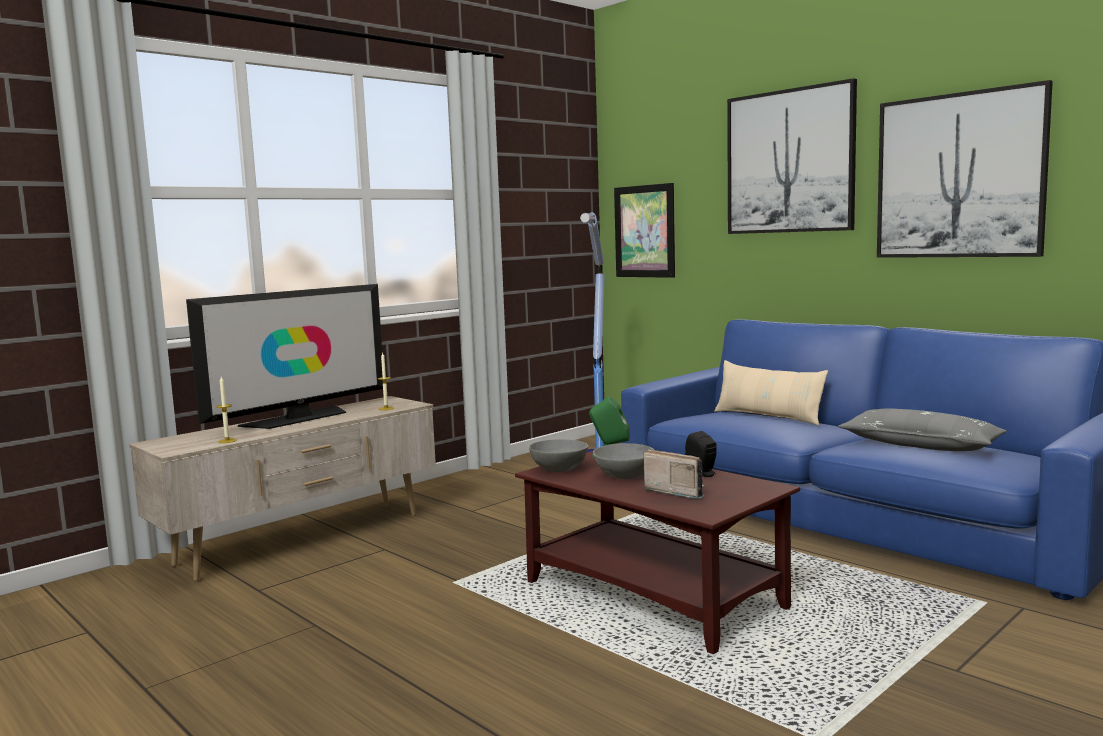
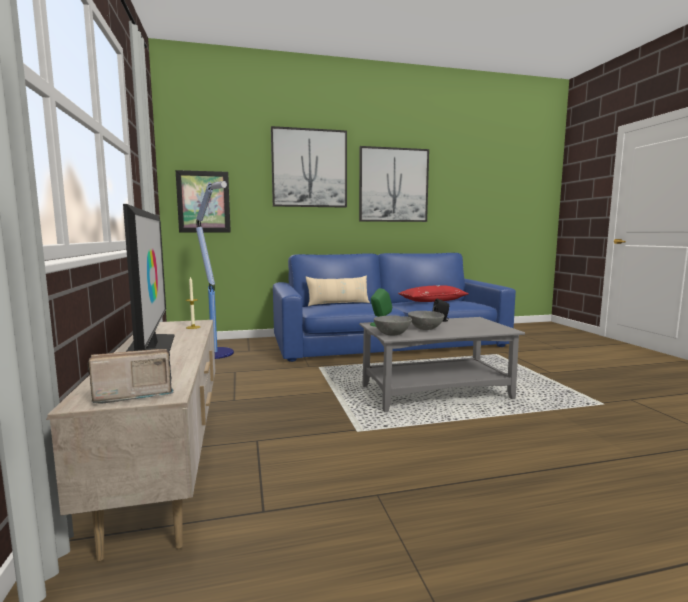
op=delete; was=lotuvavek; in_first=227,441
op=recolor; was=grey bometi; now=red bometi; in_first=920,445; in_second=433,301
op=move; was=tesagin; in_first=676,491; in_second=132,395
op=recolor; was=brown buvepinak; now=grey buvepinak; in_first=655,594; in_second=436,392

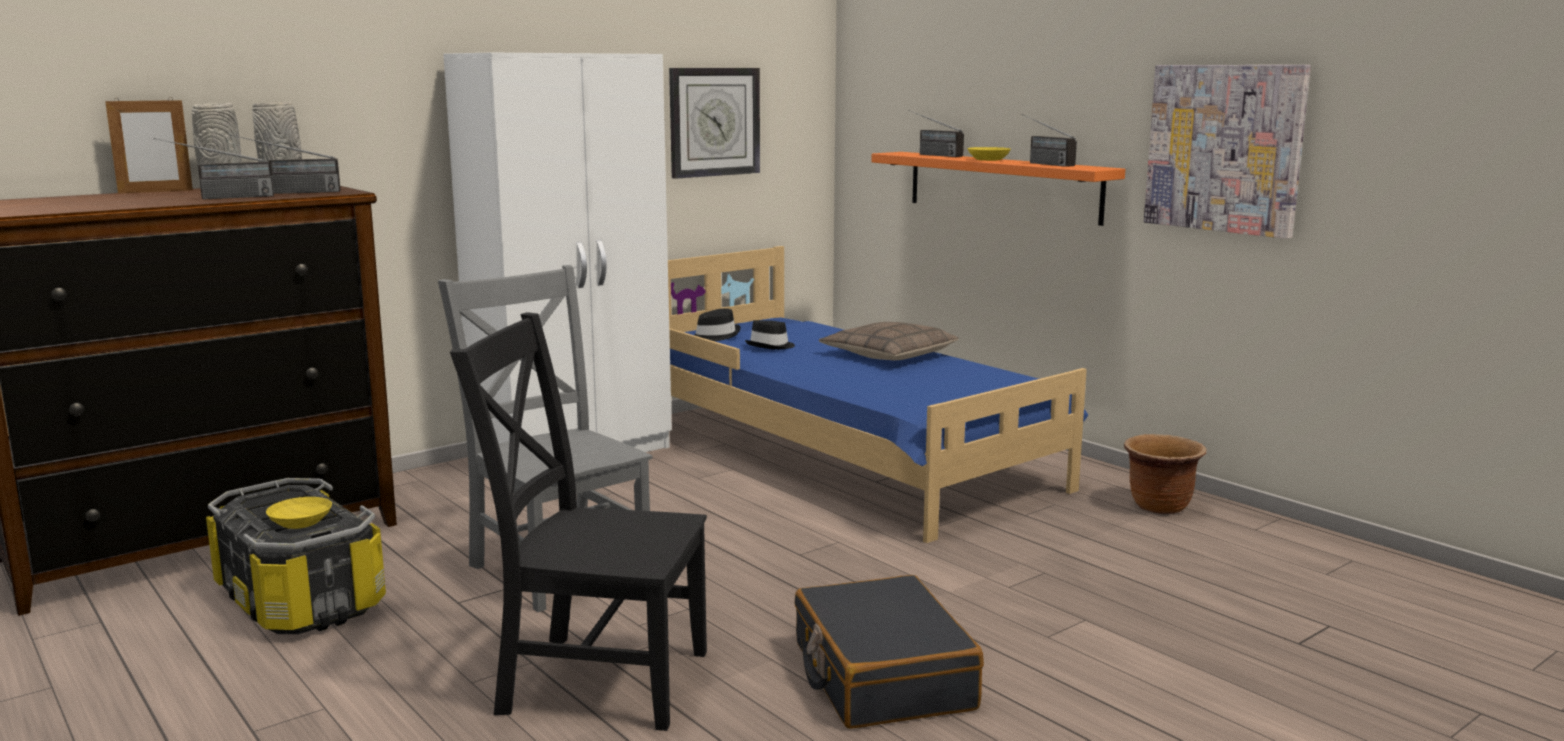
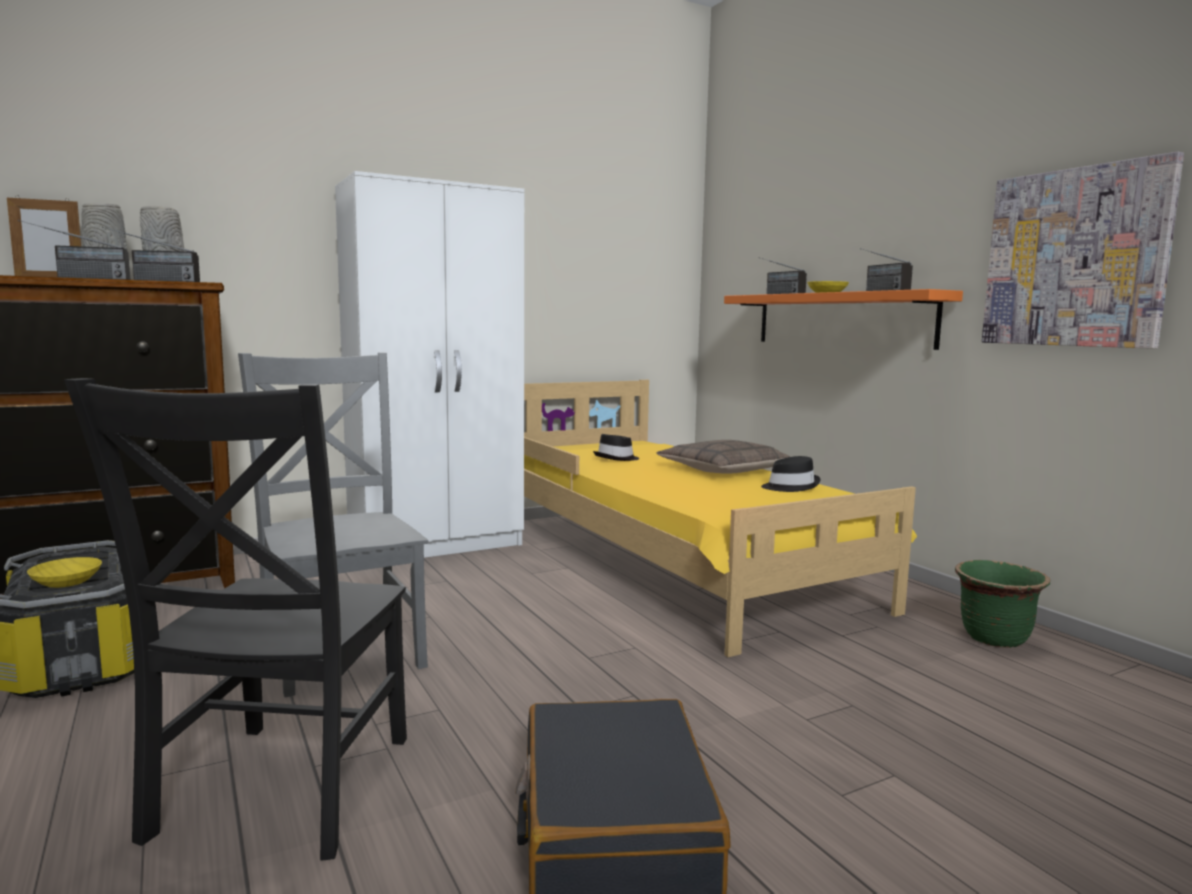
op=delete; was=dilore; in_first=714,122
op=recolor; was=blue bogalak; now=yellow bogalak; in_first=844,454; in_second=677,561
op=move; was=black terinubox; in_first=715,336; in_second=790,486
op=rotate; was=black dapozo; in_first=596,680; in_second=278,792; clockwise=-105
op=recolor; was=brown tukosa; now=green tukosa; in_first=1160,506; in_second=995,638

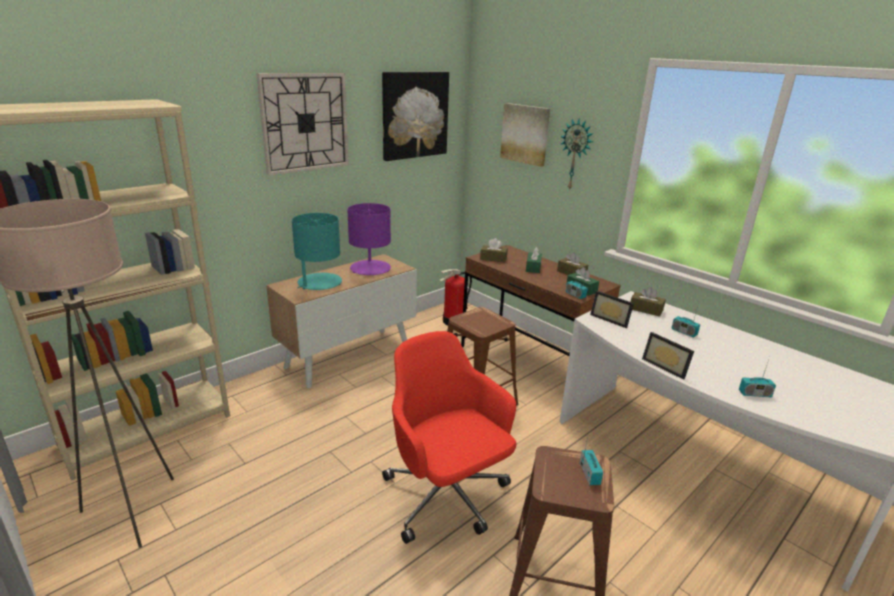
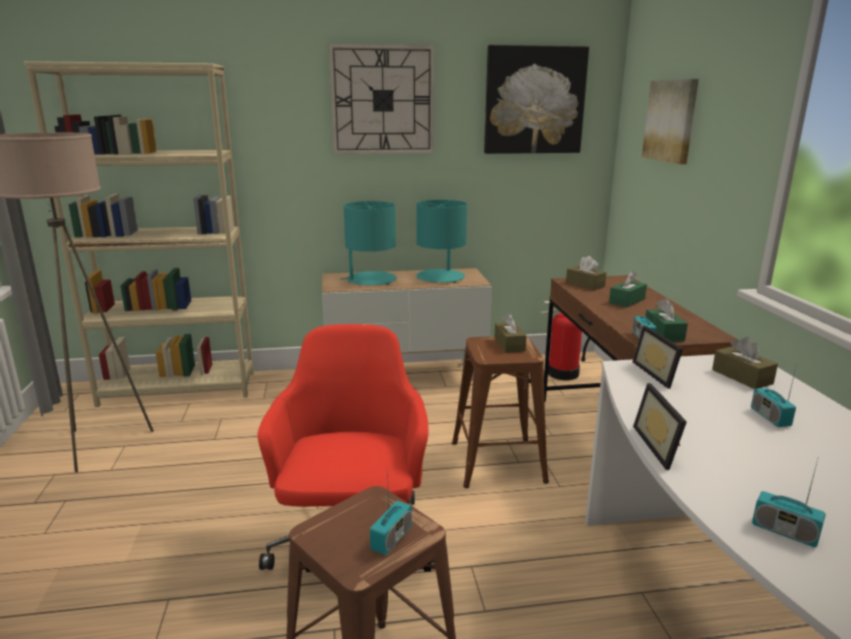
op=delete; was=dilore; in_first=576,154
op=recolor; was=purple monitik; now=turquoise monitik; in_first=370,268; in_second=440,277
op=move; was=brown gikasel; in_first=571,273; in_second=509,344

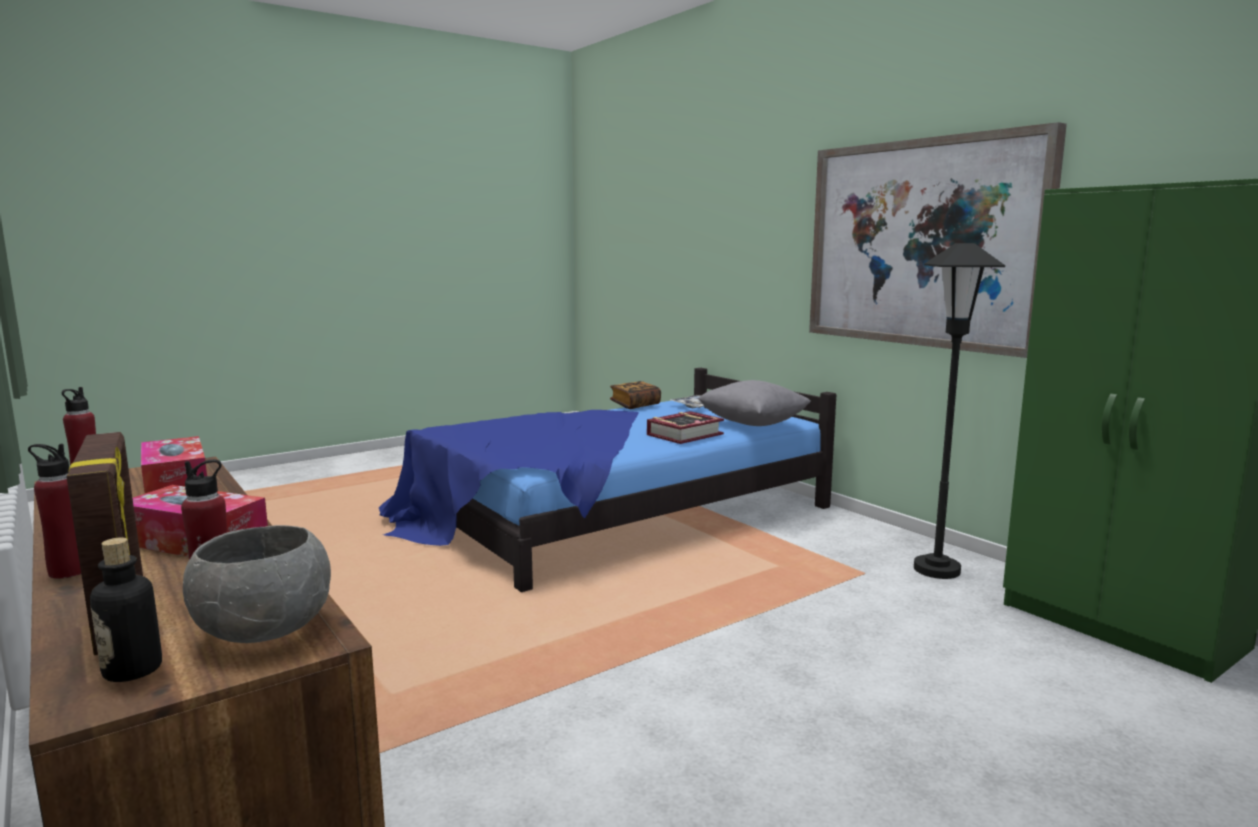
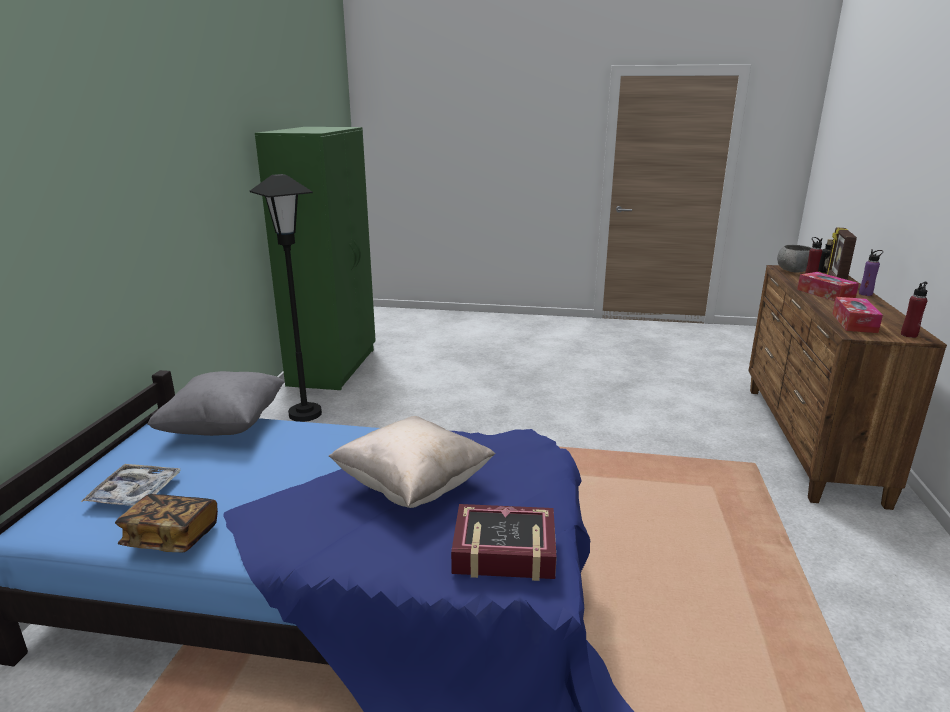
op=delete; was=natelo; in_first=922,243
op=move; was=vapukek; in_first=684,434; in_second=504,551
op=recolor; was=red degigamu; now=purple degigamu; in_first=69,571; in_second=865,294
op=insert; now=beige bometi; in_second=413,486

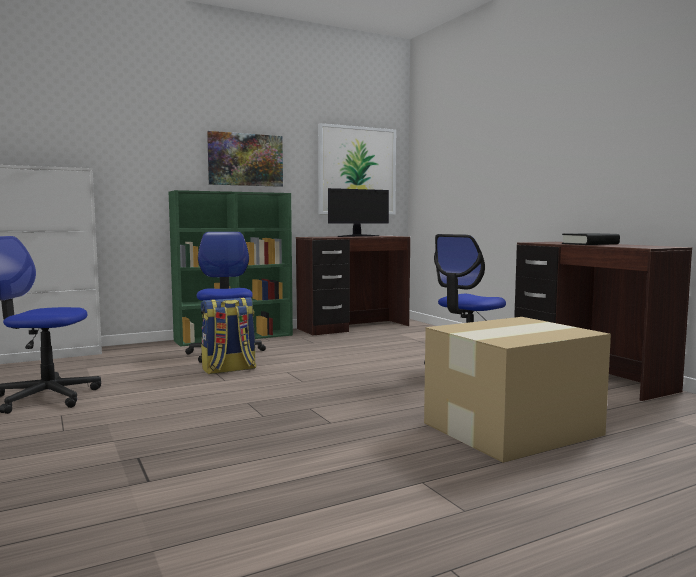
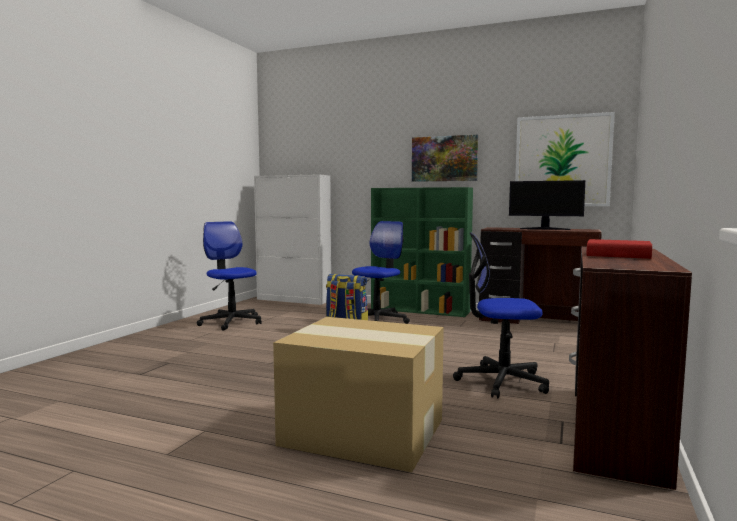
op=recolor; was=black vapukek; now=red vapukek; in_first=590,244; in_second=618,255

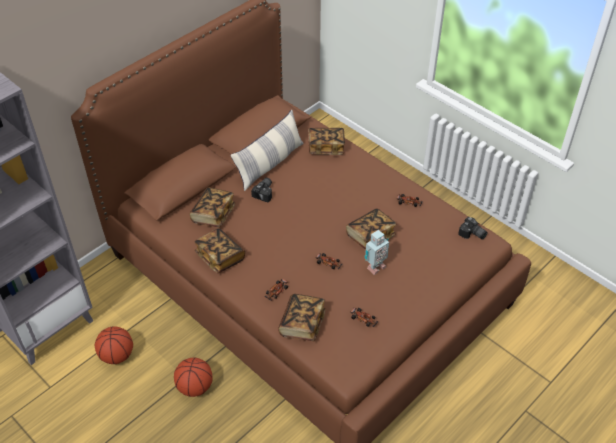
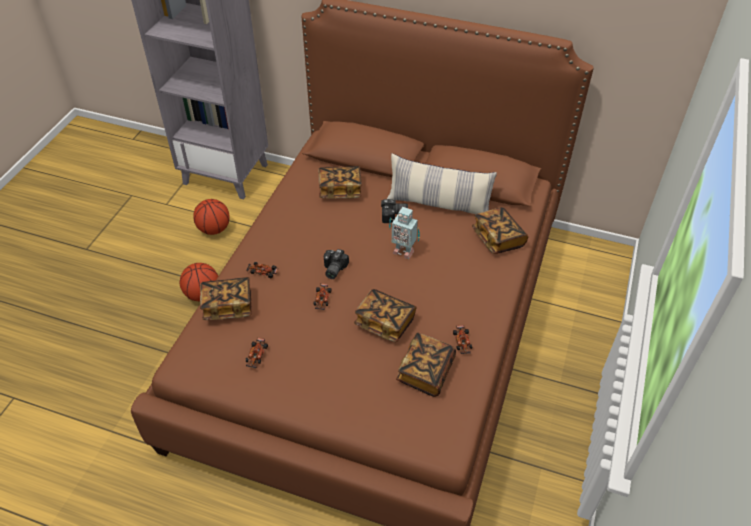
op=move; was=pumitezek; in_first=472,234; in_second=333,269
op=move; was=vapukek; in_first=220,257; in_second=425,372
op=move; was=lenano; in_first=375,267; in_second=403,251

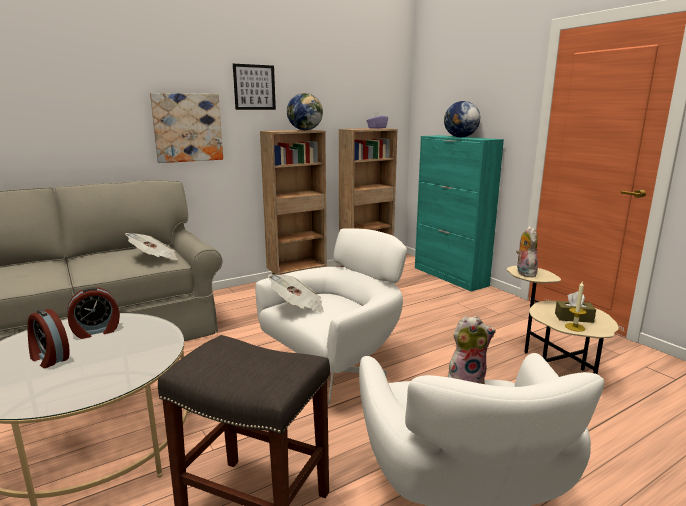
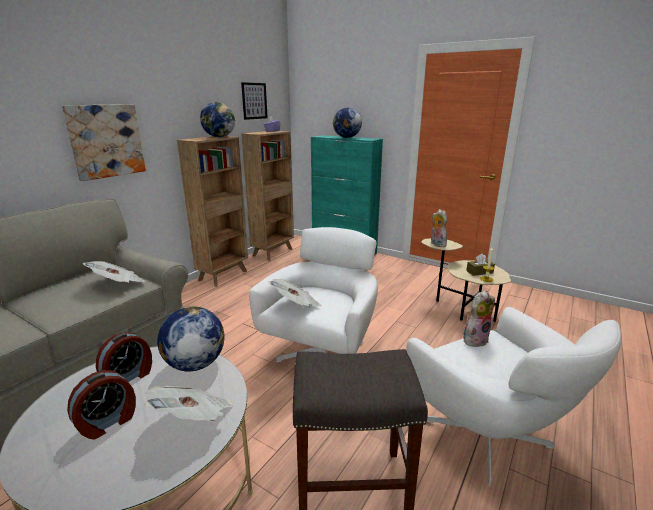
op=move; was=natelo; in_first=254,87; in_second=254,101
op=rotate; was=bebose; in_first=49,358; in_second=108,422; clockwise=-60
op=insert; now=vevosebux; in_second=195,364
op=insert; now=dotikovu; in_second=194,418

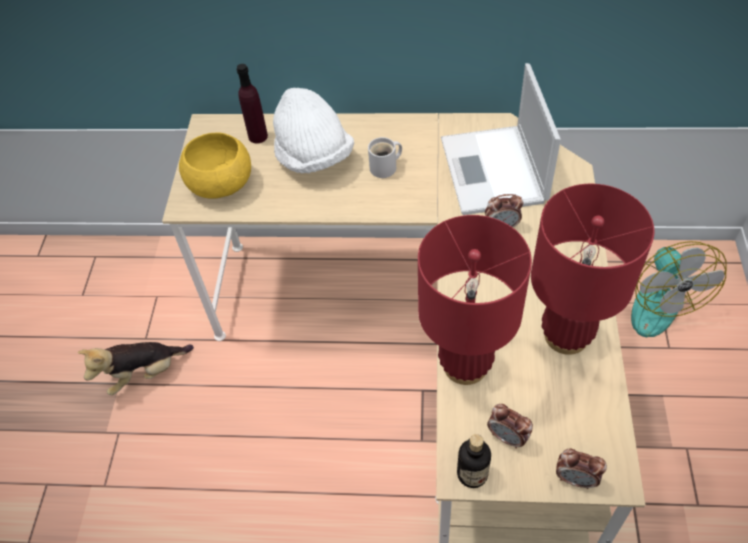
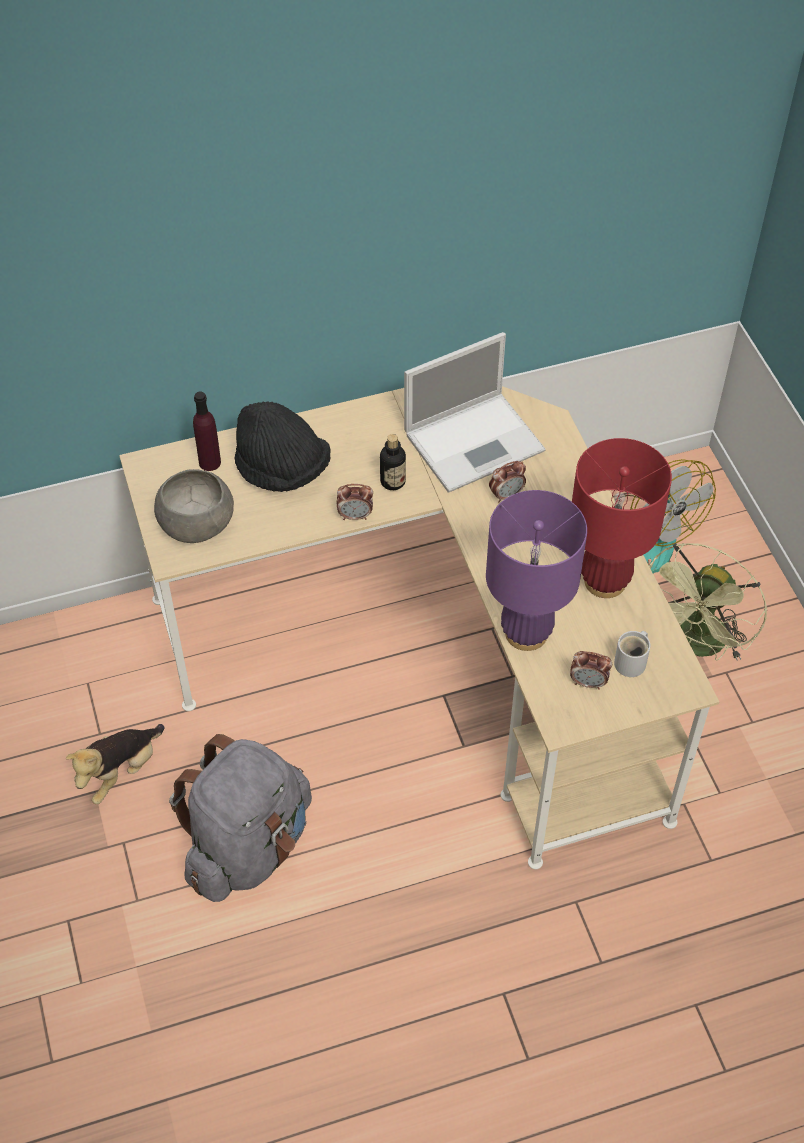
op=rotate; was=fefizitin; in_first=494,172; in_second=476,441; clockwise=-90
op=recolor; was=white terinubox; now=black terinubox; in_first=313,156; in_second=282,470
op=recolor; was=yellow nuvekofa; now=grey nuvekofa; in_first=221,183; in_second=197,523
op=move; was=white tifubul; in_first=386,167; in_second=632,662
op=recolor; was=red monitik; now=purple monitik; in_first=465,364; in_second=526,632
op=move; was=degigamu; in_first=472,474; in_second=393,481
op=move; was=bebose; in_first=575,479; in_second=355,516
op=insert; now=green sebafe; in_second=696,645
op=insert; now=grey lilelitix; in_second=248,846

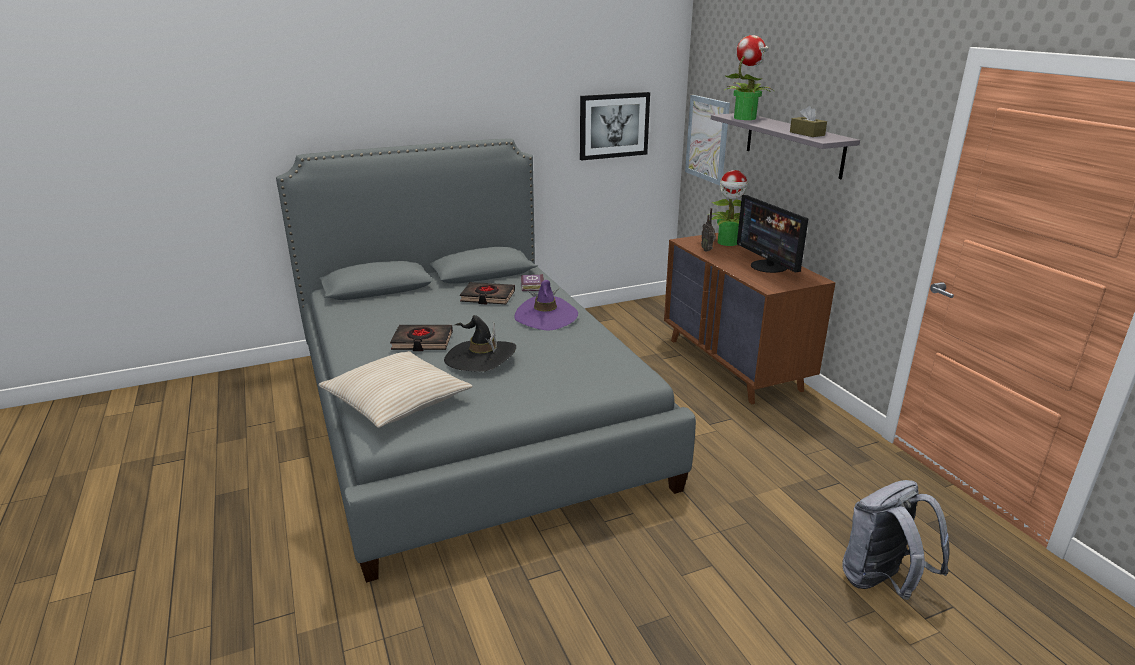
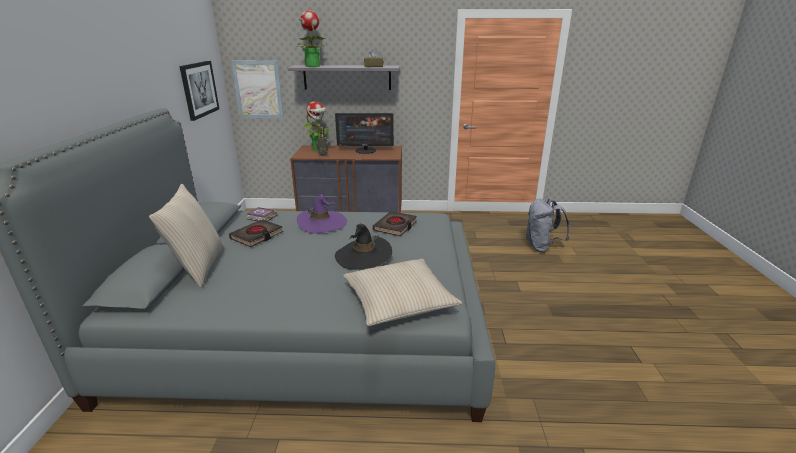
op=move; was=black vapukek; in_first=422,341; in_second=395,226
op=insert; now=beige bometi; in_second=198,267

